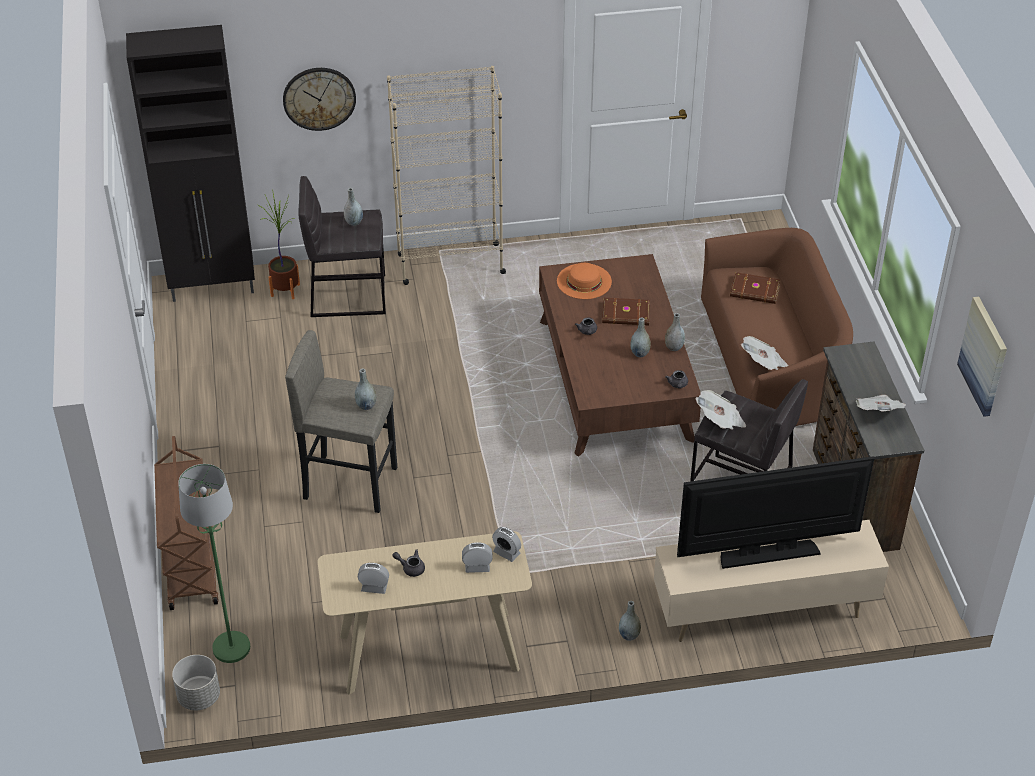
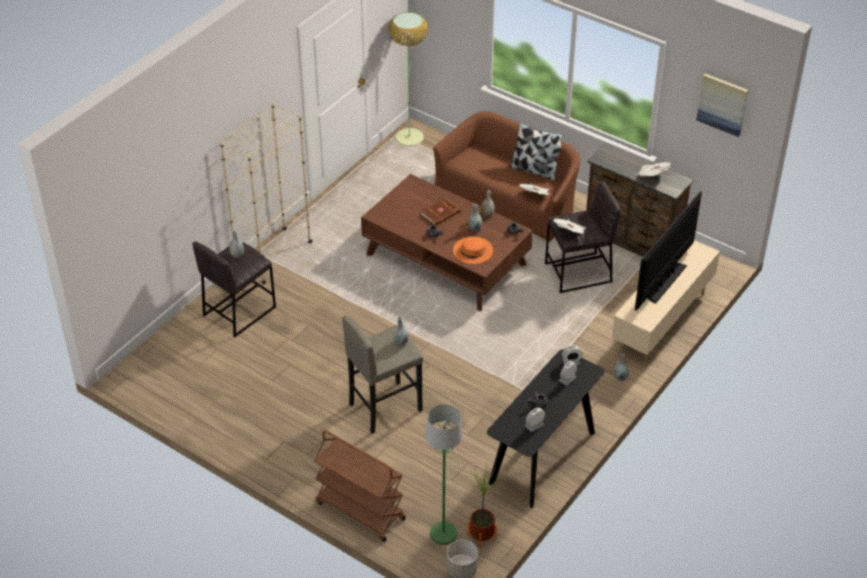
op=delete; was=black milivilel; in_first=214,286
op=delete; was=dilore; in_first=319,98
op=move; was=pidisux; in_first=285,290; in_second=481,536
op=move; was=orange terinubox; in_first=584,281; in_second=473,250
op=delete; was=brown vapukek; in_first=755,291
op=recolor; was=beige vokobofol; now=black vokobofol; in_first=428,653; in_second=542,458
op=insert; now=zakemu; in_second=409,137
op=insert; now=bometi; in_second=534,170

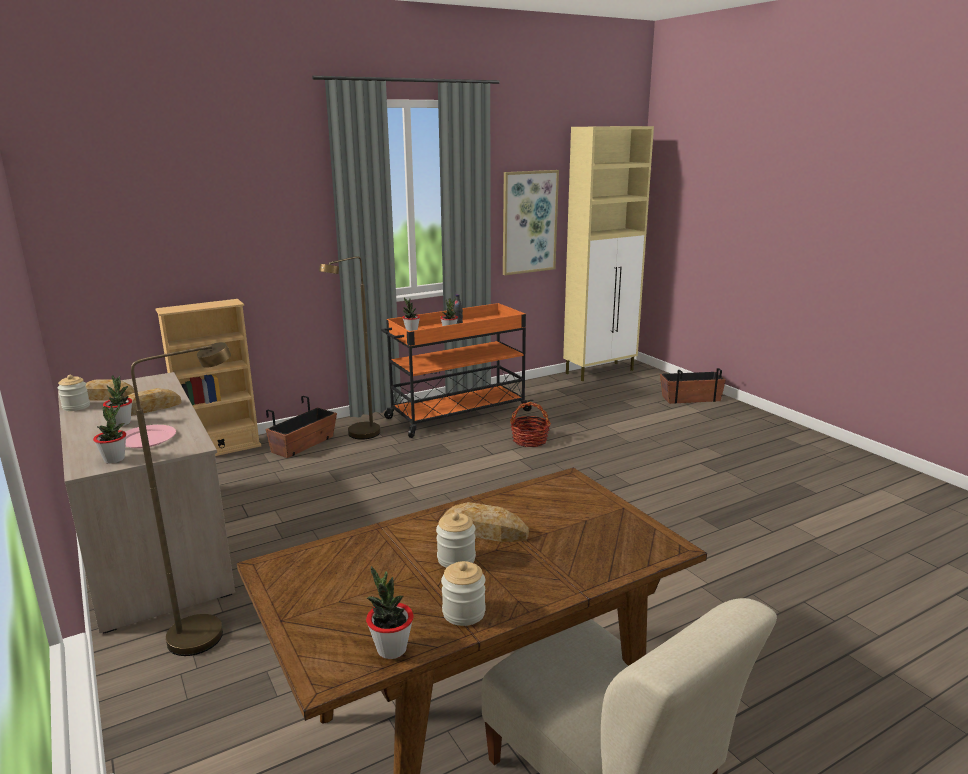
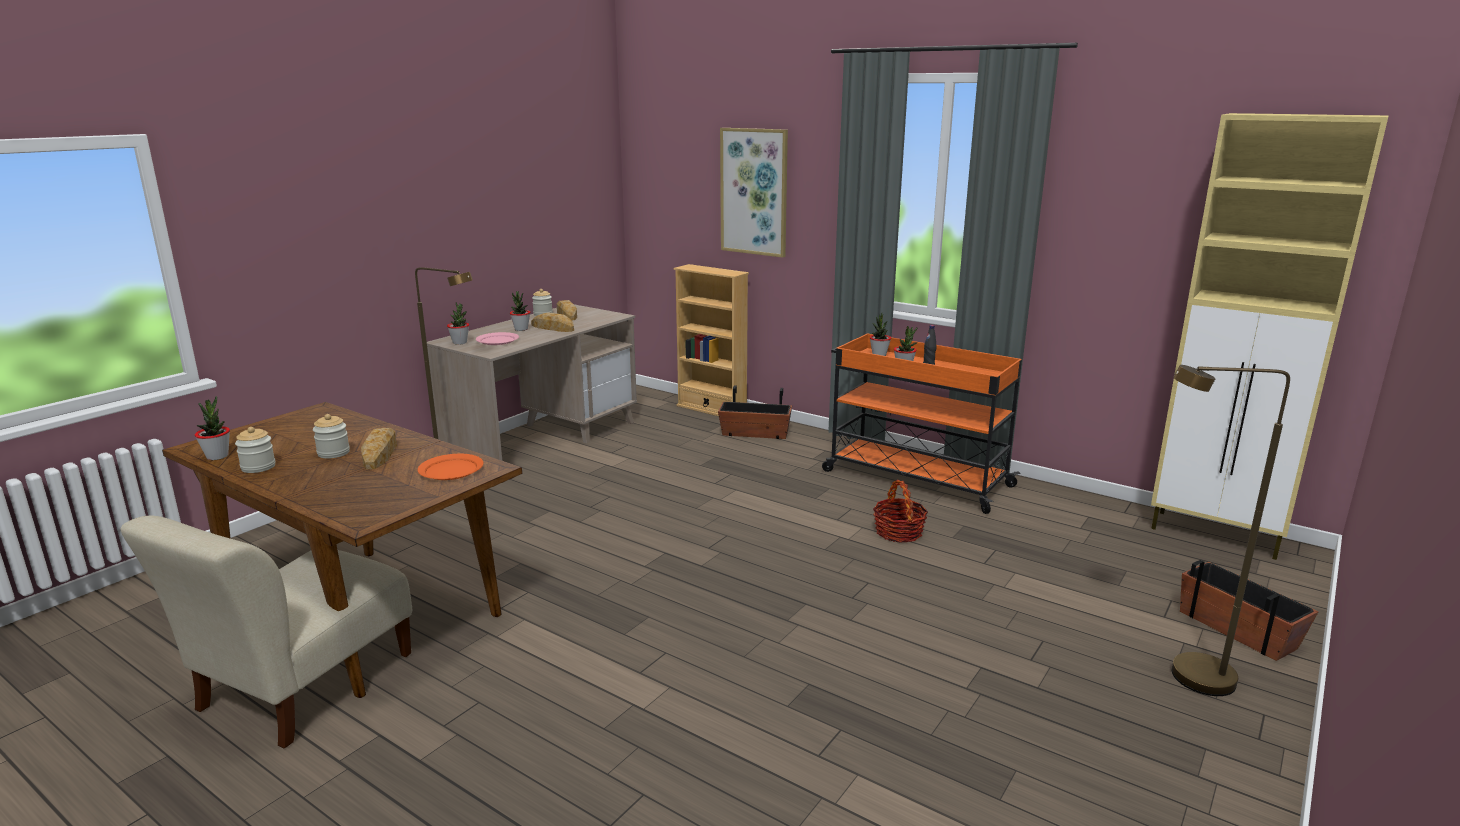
op=move; was=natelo; in_first=529,222; in_second=754,192
op=move; was=brown zakemu; in_first=359,436; in_second=1186,678
op=insert; now=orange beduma; in_second=451,470

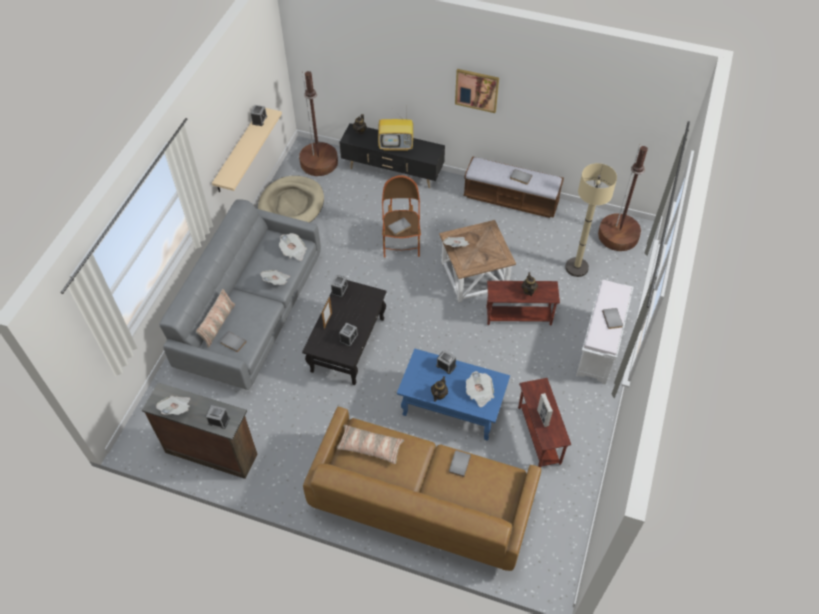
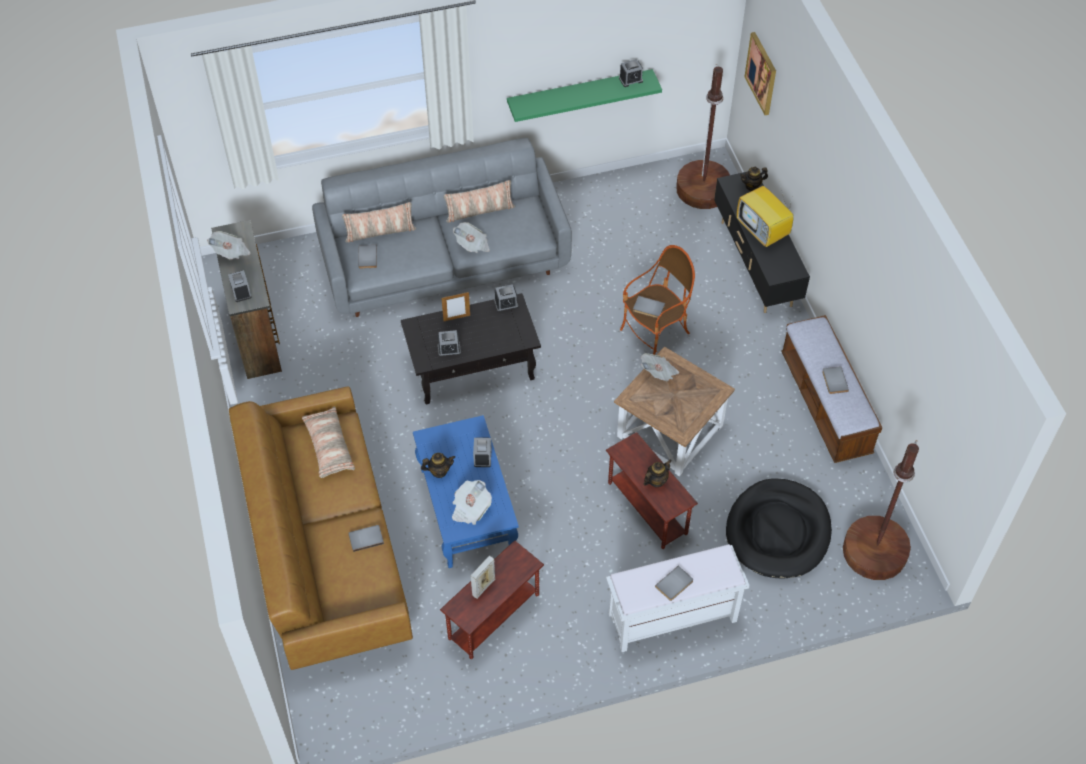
op=move; was=natelo; in_first=477,90; in_second=761,73
op=recolor; was=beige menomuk; now=green menomuk; in_first=239,150; in_second=580,93
op=replace; was=beige zakemu; now=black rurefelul; in_first=576,267; in_second=778,531
op=delete; was=beige rurefelul; in_first=291,204
op=delete; was=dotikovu; in_first=294,251
op=insert; now=bometi; in_second=479,211

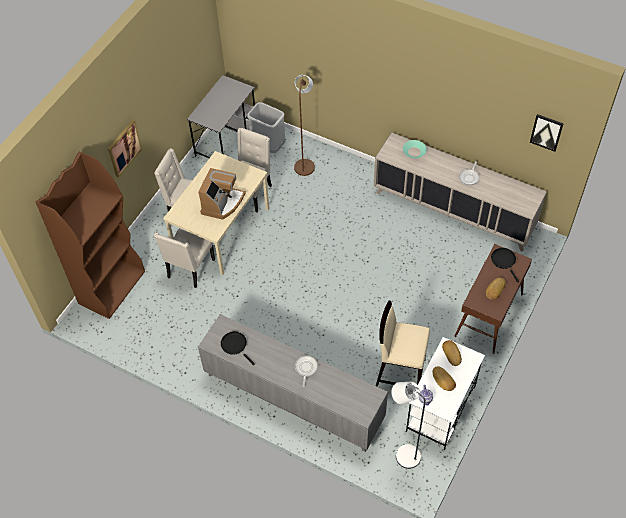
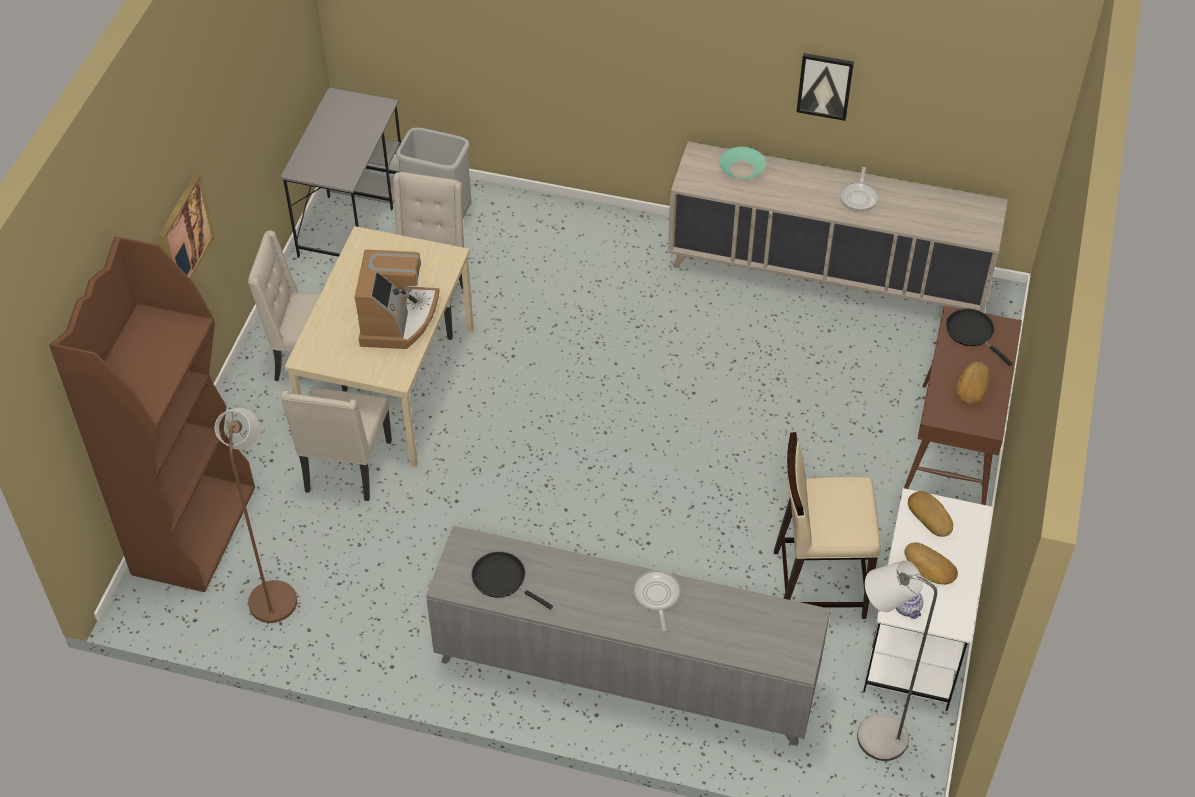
op=move; was=brown zakemu; in_first=305,164; in_second=273,594
op=move; was=natelo; in_first=546,132; in_second=825,85

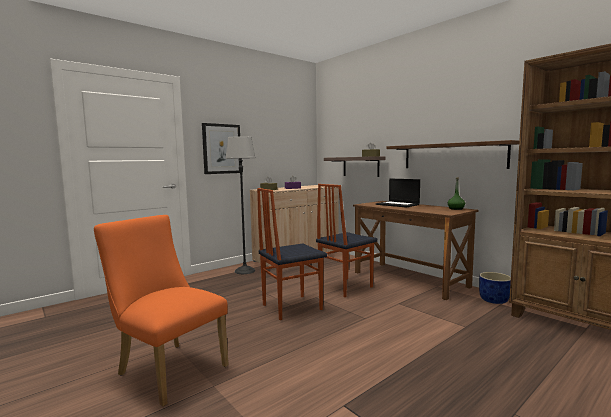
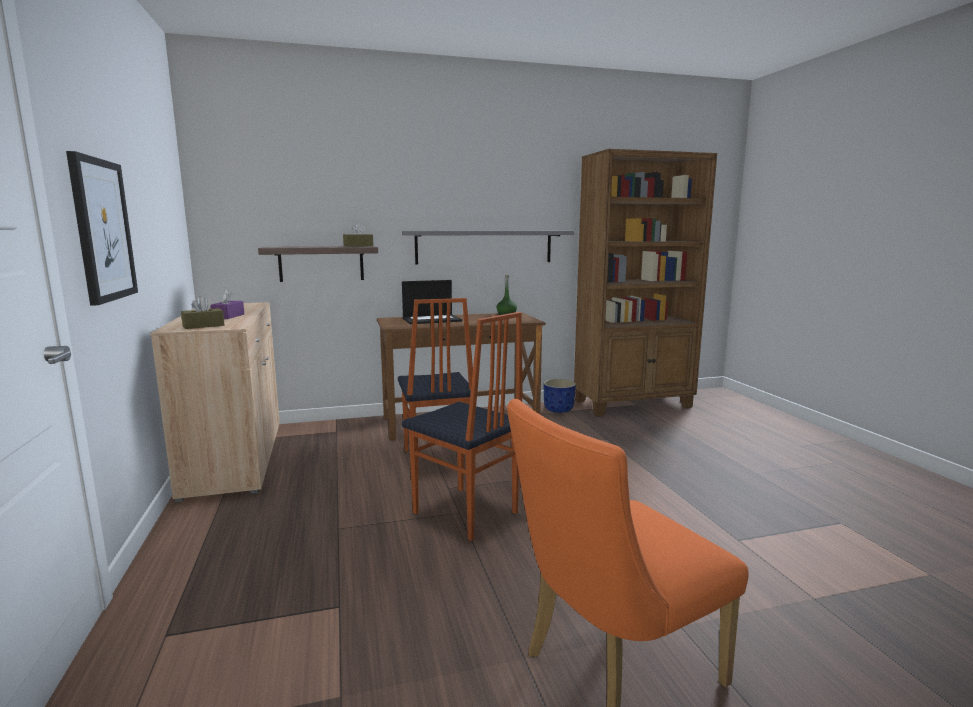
op=delete; was=zakemu; in_first=245,271
op=recolor; was=brown menomuk; now=grey menomuk; in_first=452,156; in_second=484,247
op=rotate; was=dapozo; in_first=291,307; in_second=465,513; clockwise=-45

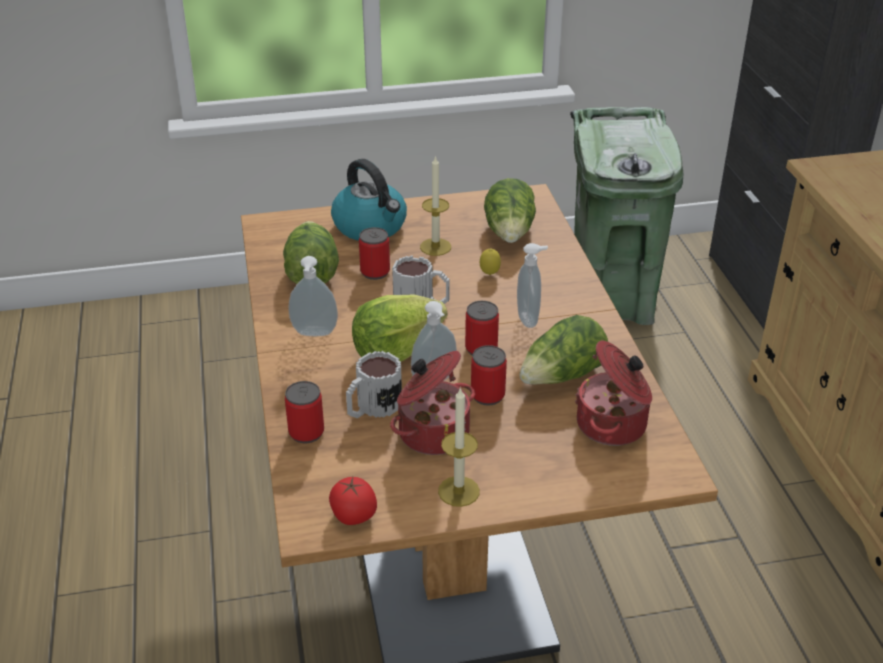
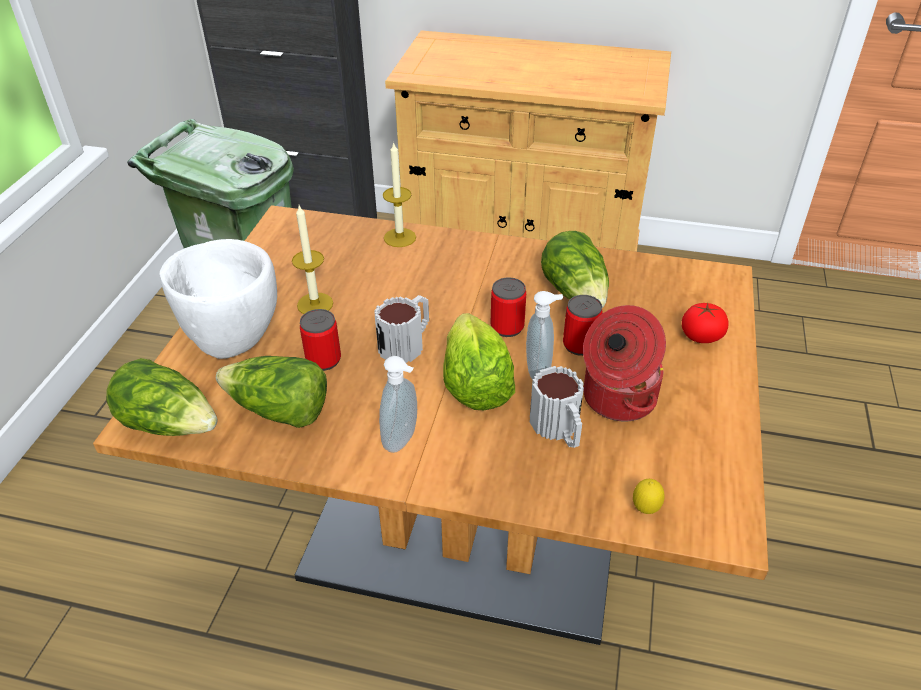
op=replace; was=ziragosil; now=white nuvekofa; in_first=371,226; in_second=233,338
op=move; was=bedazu; in_first=510,233; in_second=170,423
op=delete; was=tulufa; in_first=529,319
op=move; was=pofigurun; in_first=489,274; in_second=645,510
op=delete; was=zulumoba; in_first=613,425
op=delete; was=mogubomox; in_first=306,432
op=move; was=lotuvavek; in_first=458,491; in_second=400,237
op=move; was=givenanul; in_first=353,515; in_second=701,336

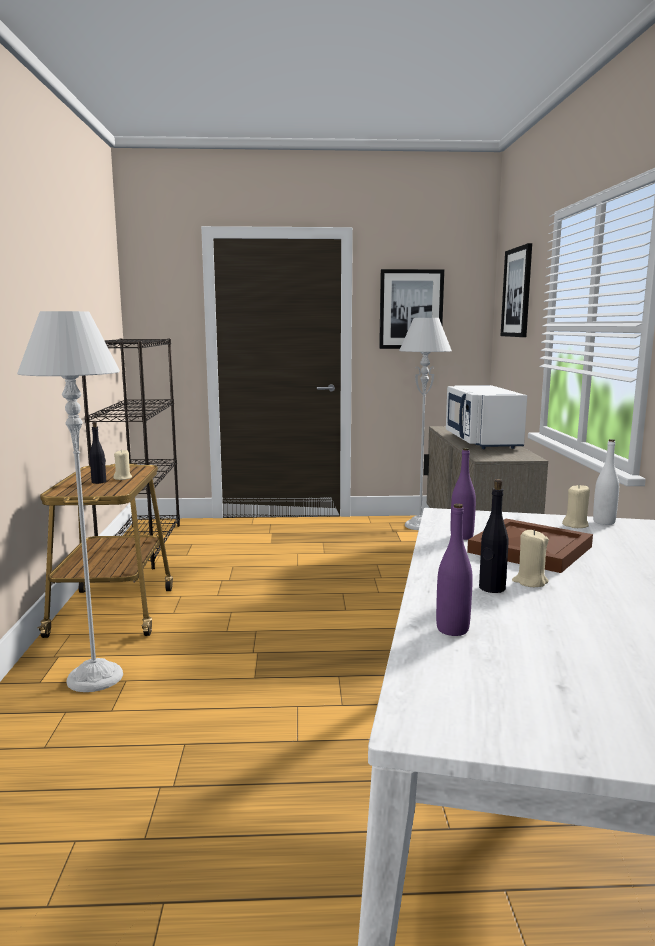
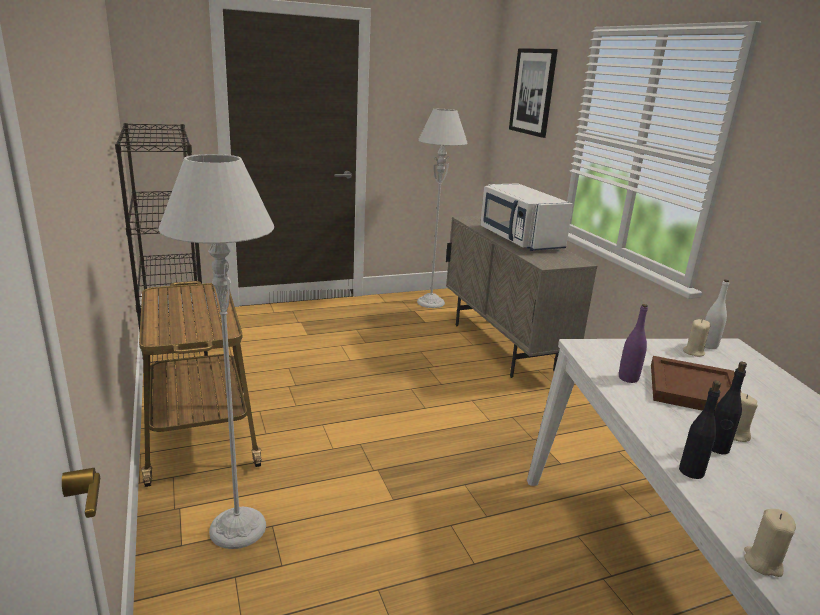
op=delete; was=natelo; in_first=411,309
op=move; was=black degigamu; in_first=99,482; in_second=691,471
op=move; was=beige lotuvavek; in_first=123,478; in_second=762,562
op=delete; was=purple degigamu; in_first=452,629

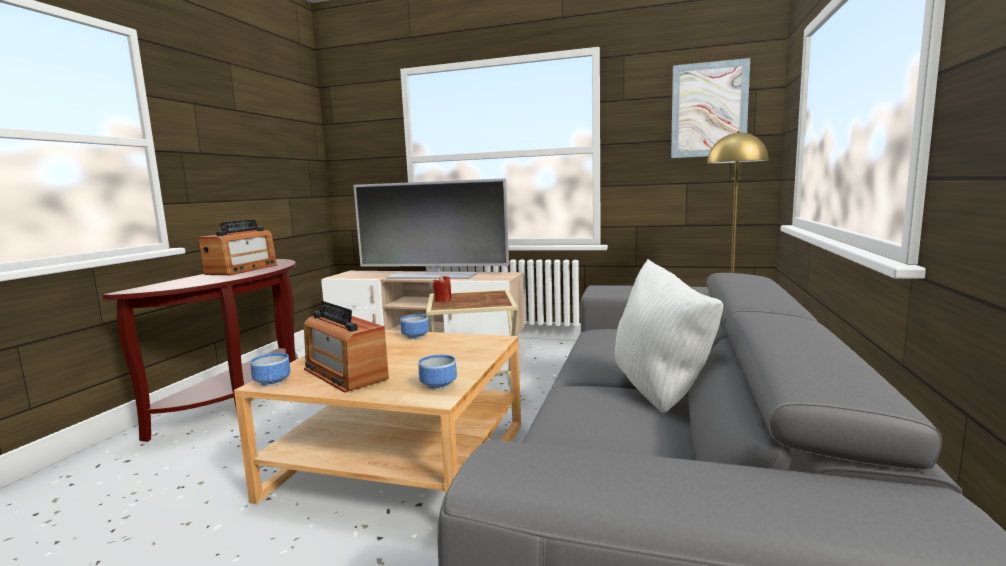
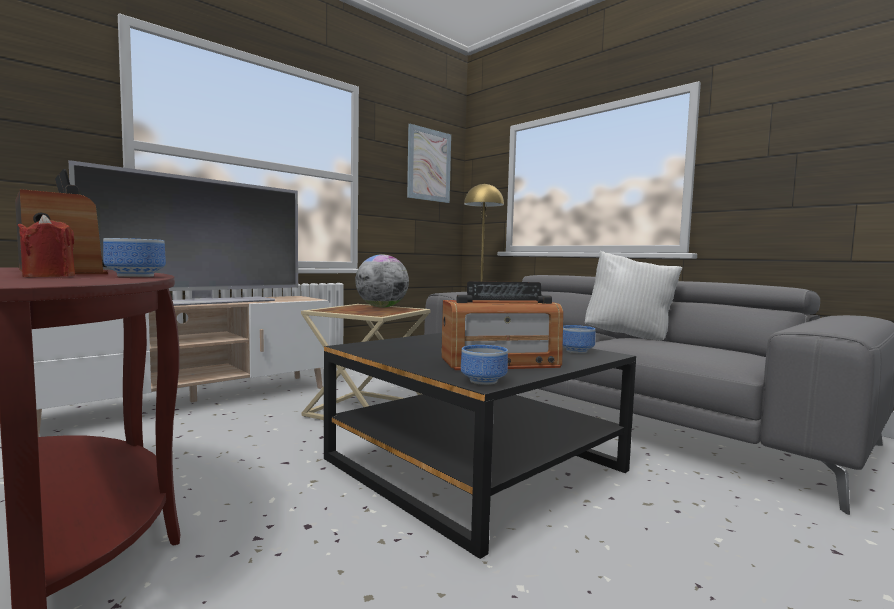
op=move; was=red lotuvavek; in_first=443,300; in_second=49,276
op=move; was=nuvekofa; in_first=415,336; in_second=133,276
op=recolor; was=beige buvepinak; now=black buvepinak; in_first=401,459; in_second=475,464
op=insert; now=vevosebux; in_second=382,307

